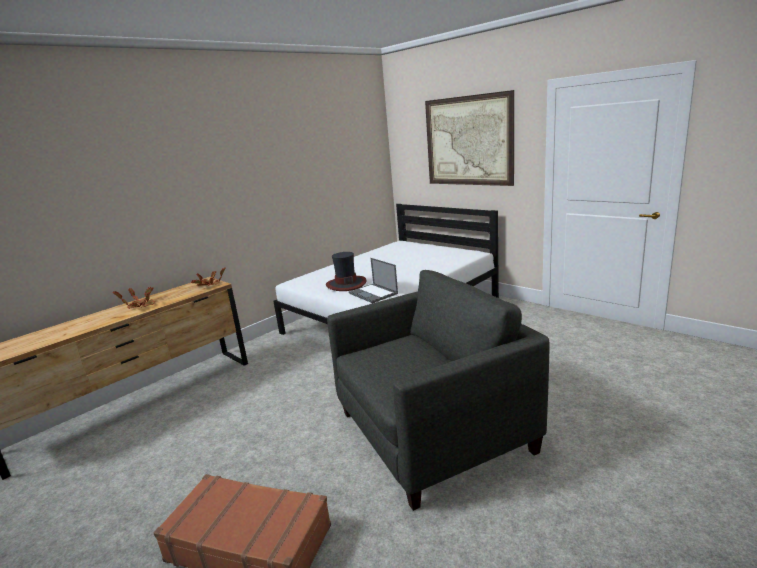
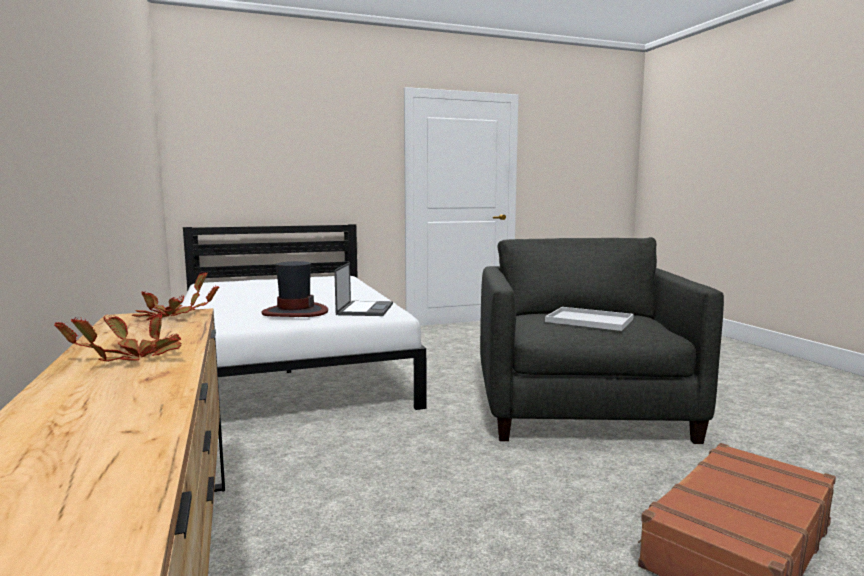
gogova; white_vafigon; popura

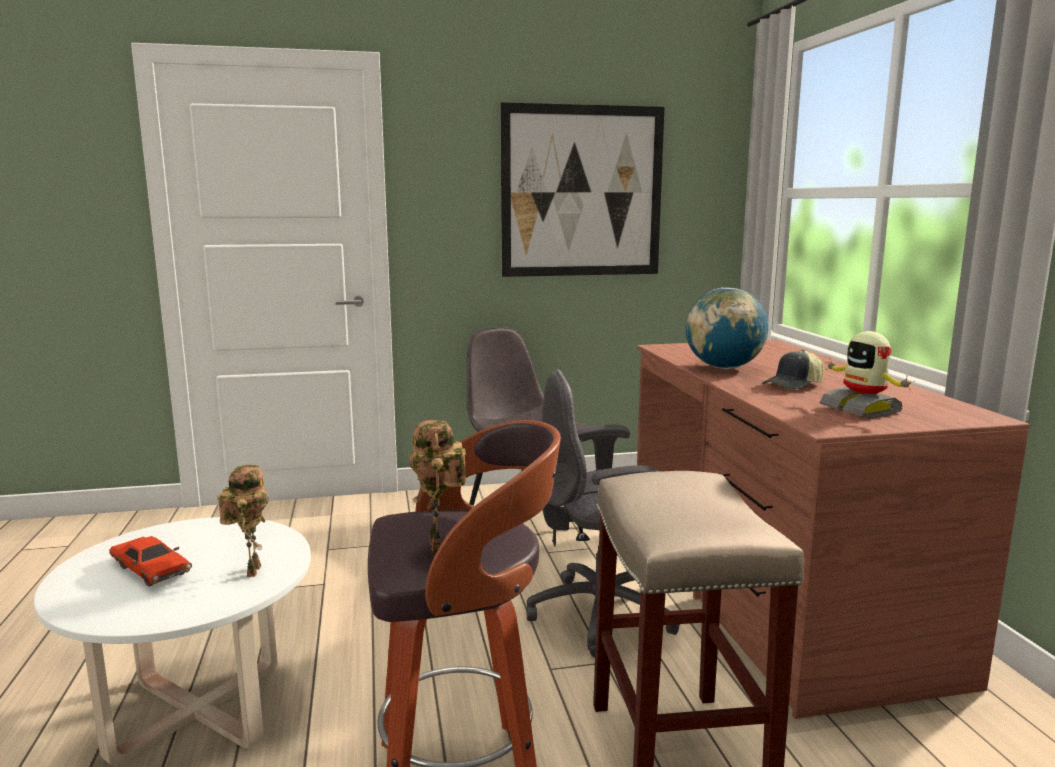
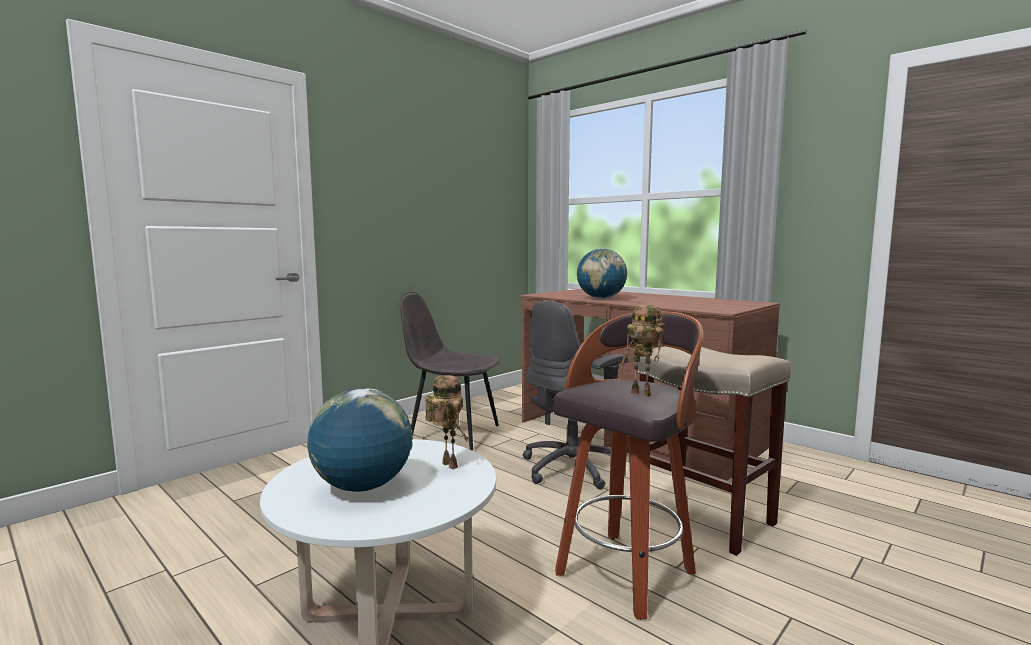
gogova; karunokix; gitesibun (no. 3 from left in the first image); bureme (no. 1 from left)

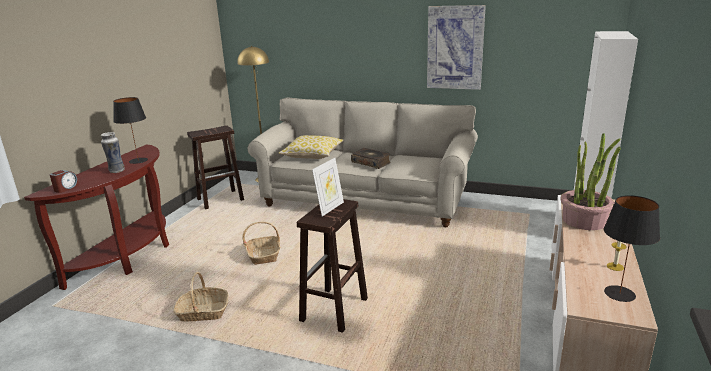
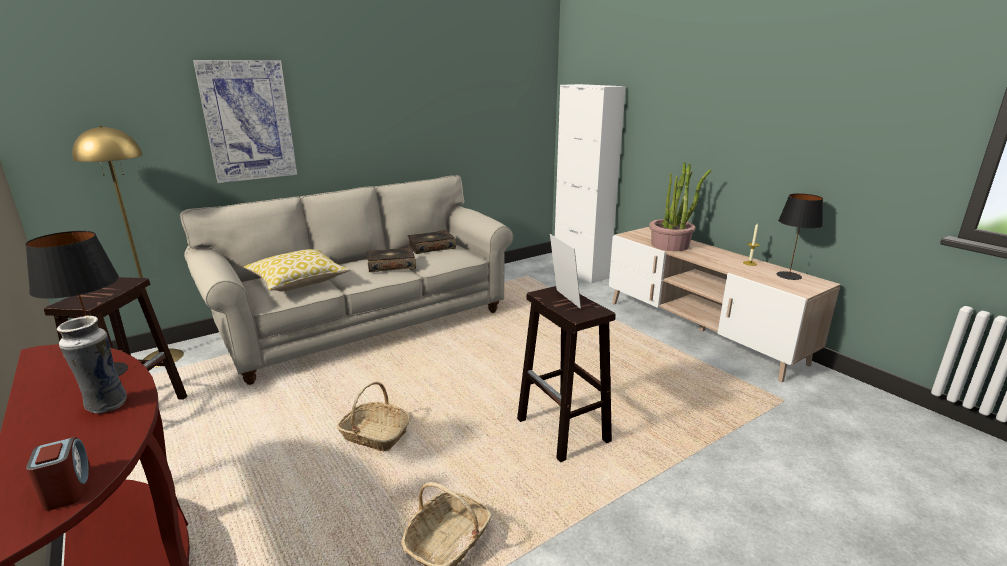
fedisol (no. 2 from left); gogova

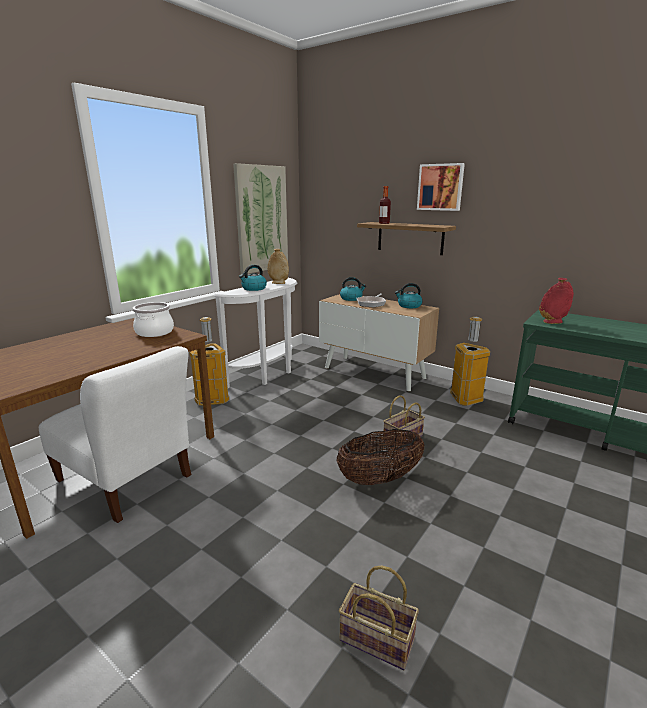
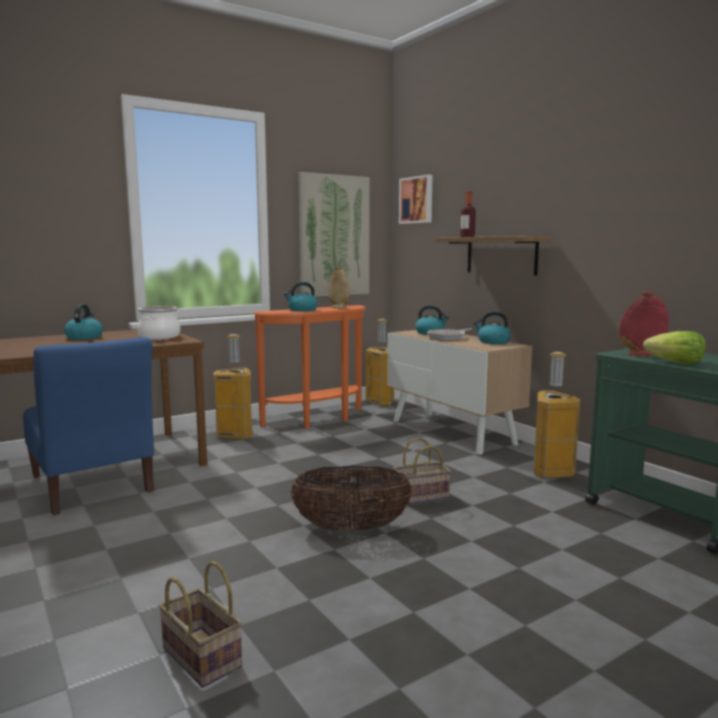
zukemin (no. 1 from left); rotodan (no. 2 from left); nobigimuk; gogova (no. 2 from left); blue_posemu; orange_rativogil

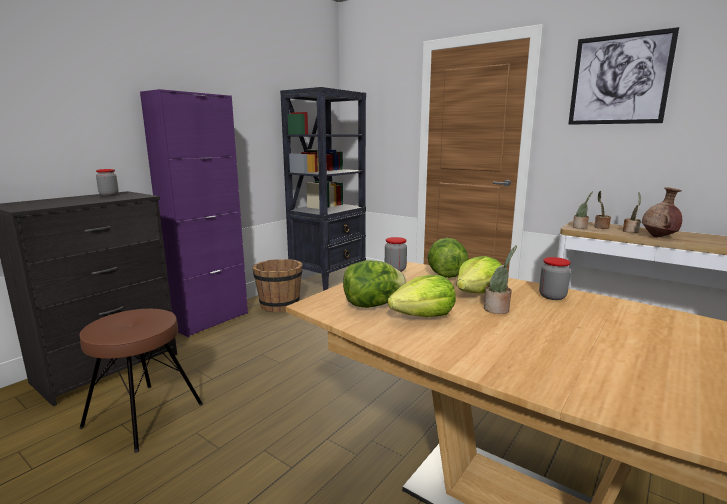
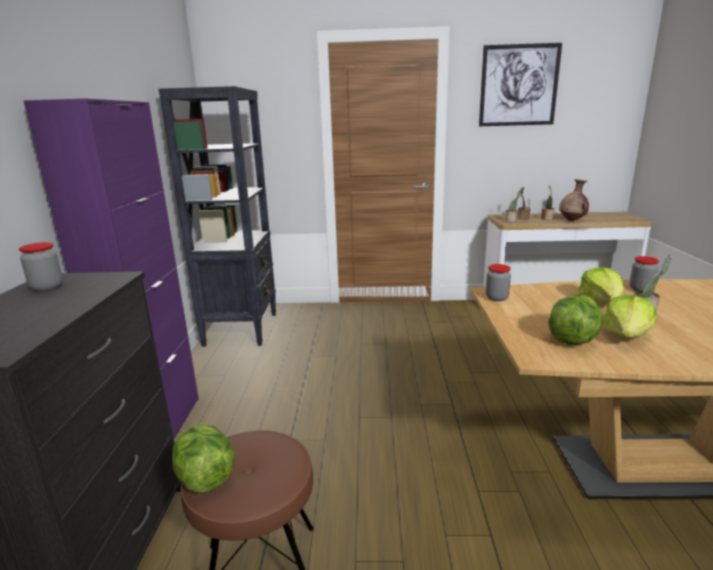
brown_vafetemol; nobigimuk (no. 1 from left)

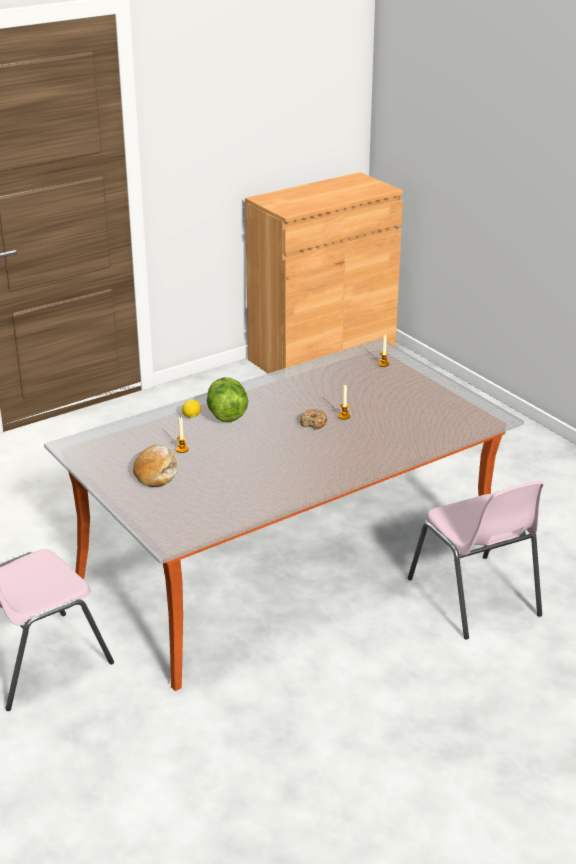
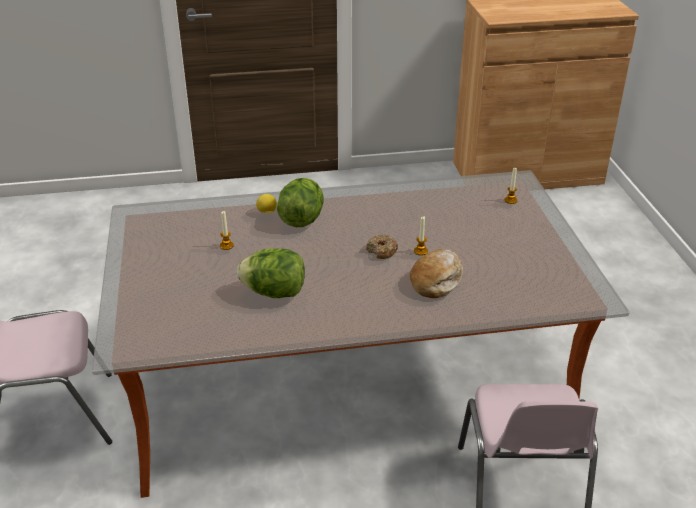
nobigimuk (no. 1 from left); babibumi

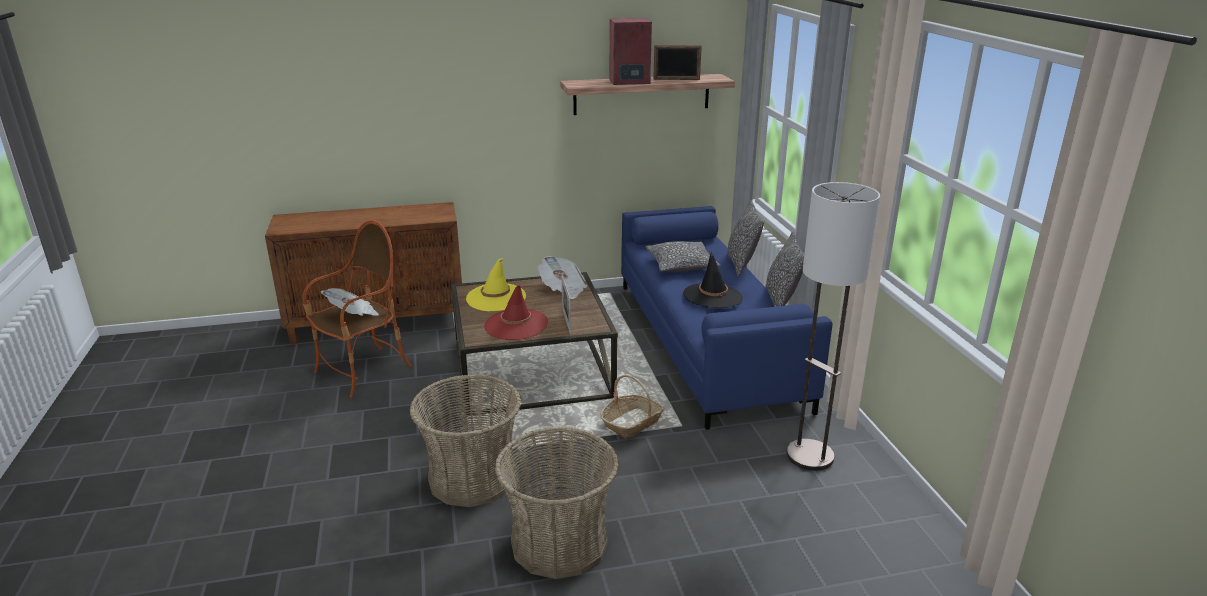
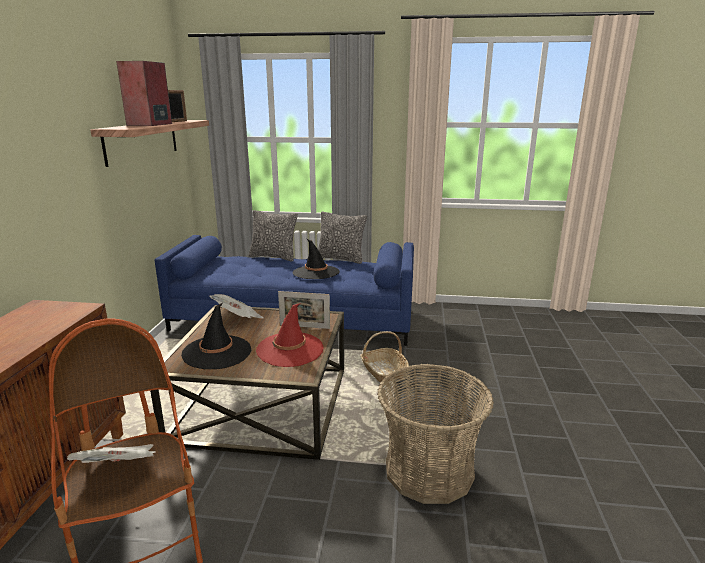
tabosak (no. 2 from left in the first image); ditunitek (no. 1 from left in the first image); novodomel; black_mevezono (no. 1 from left)

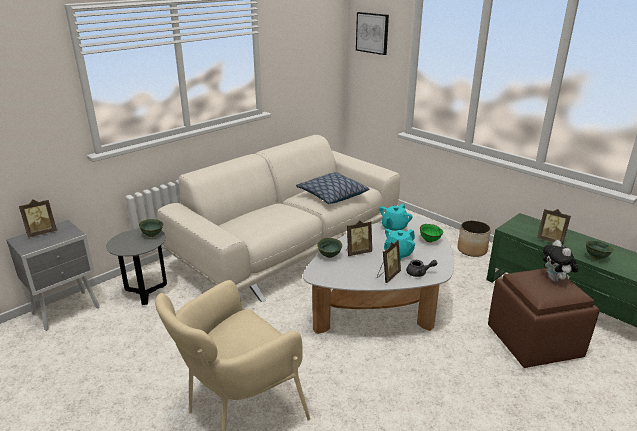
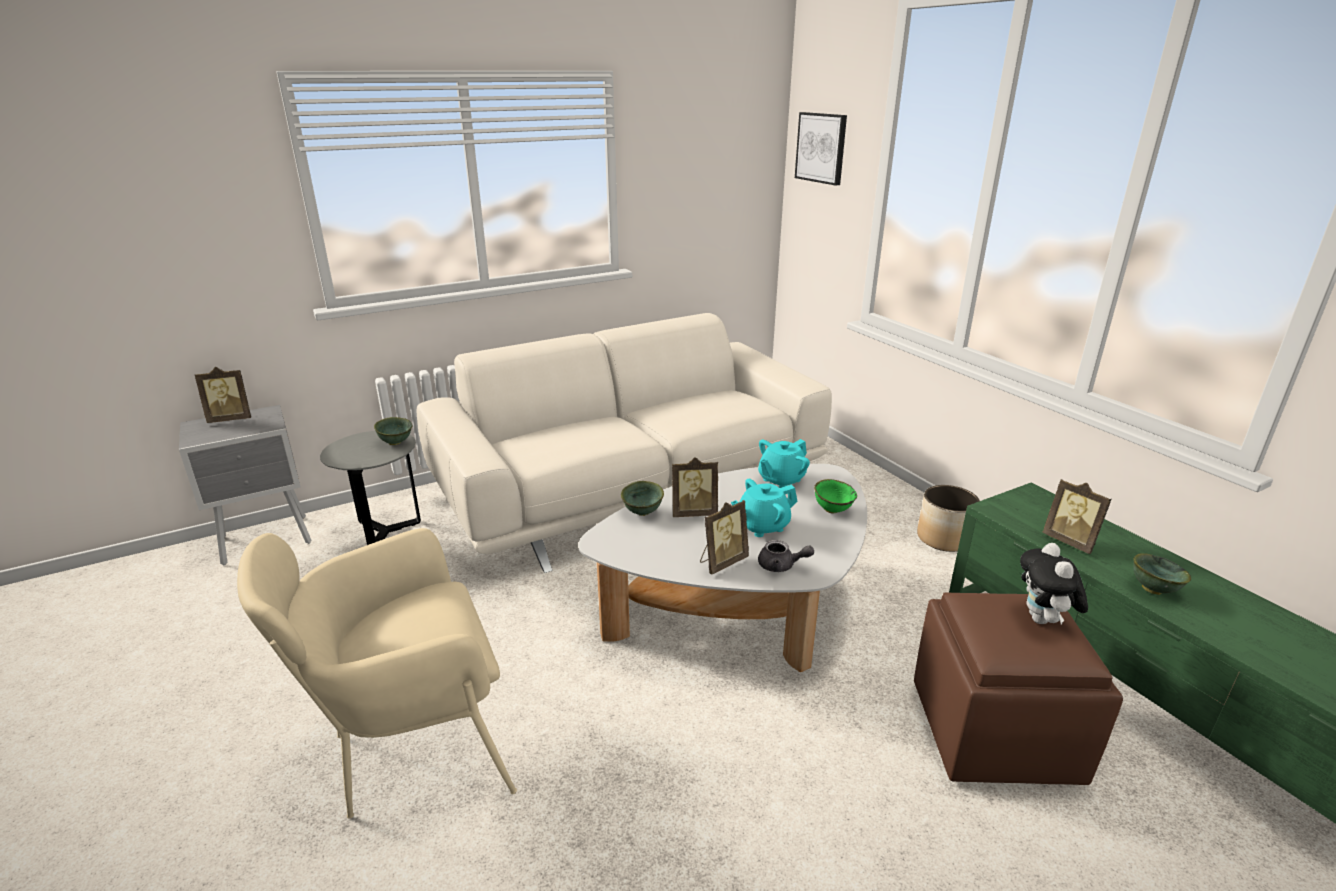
ditunitek

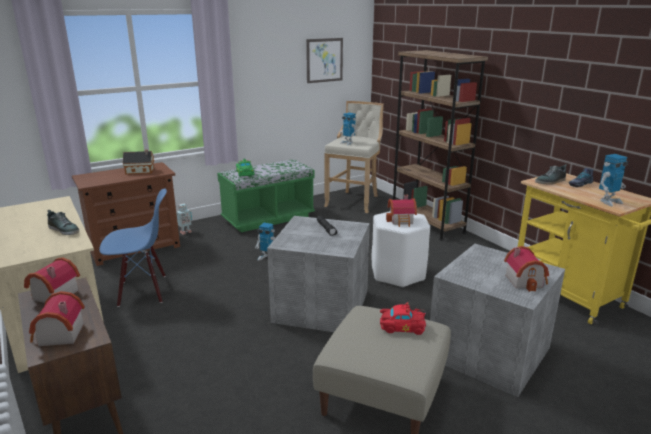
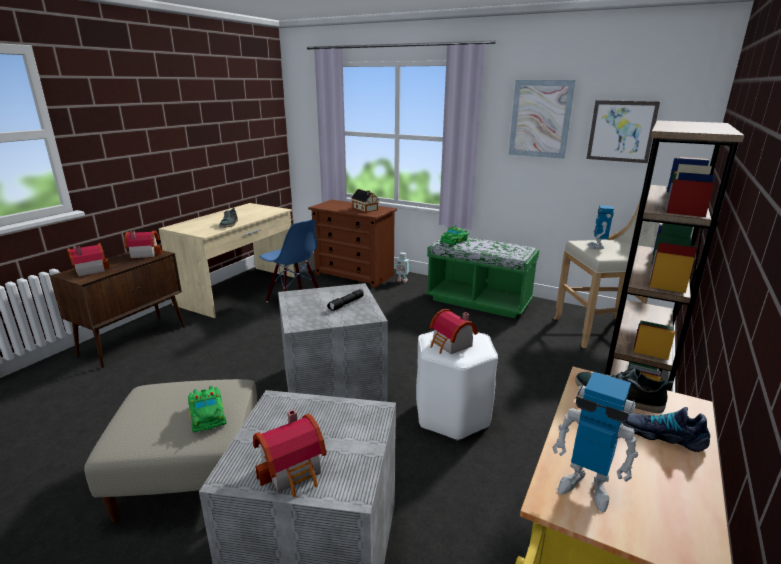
gitesibun (no. 2 from left in the first image); gogova (no. 1 from left); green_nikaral (no. 1 from left)

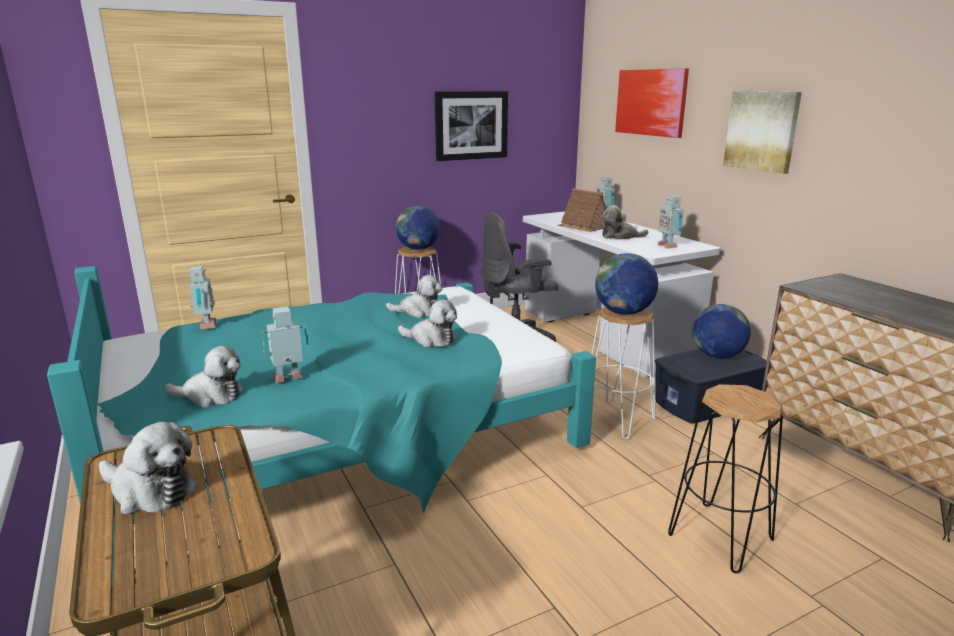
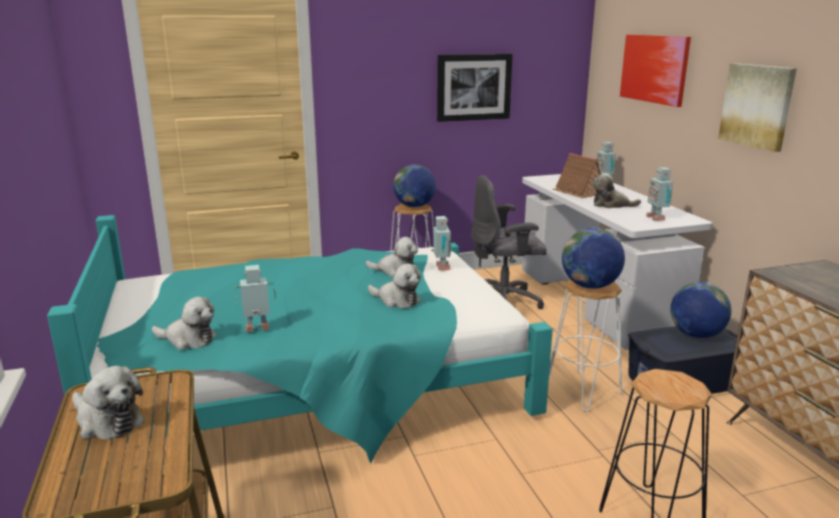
gitesibun (no. 2 from left)

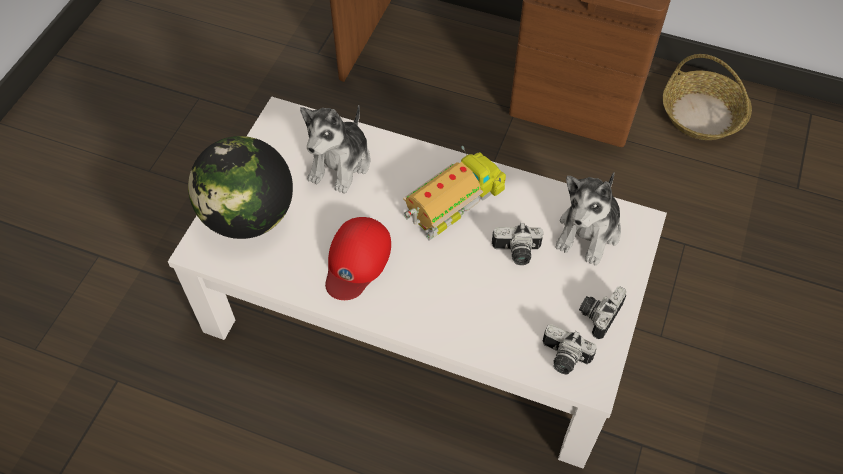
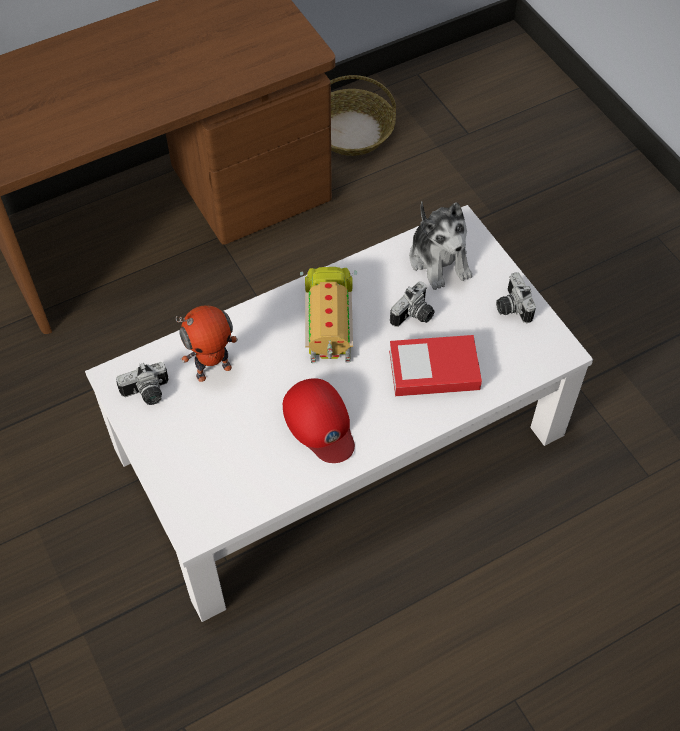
bureme; fedisol; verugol (no. 1 from left); gitesibun

